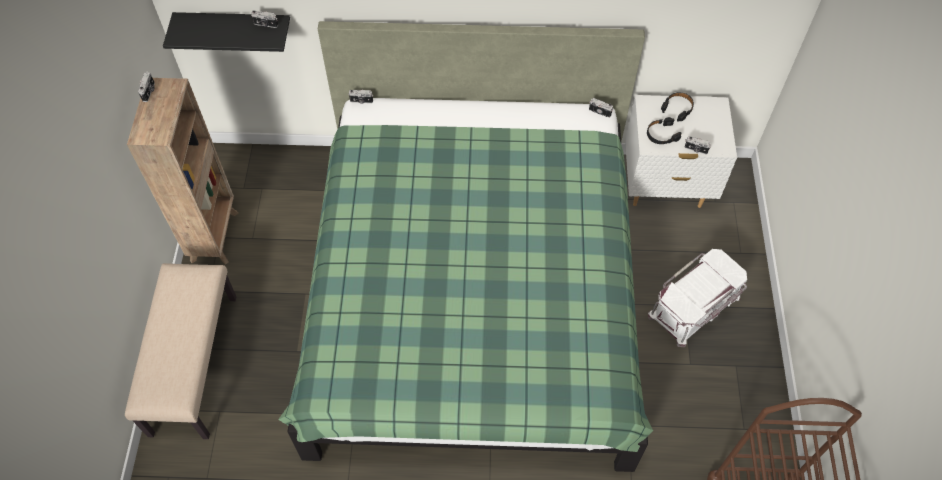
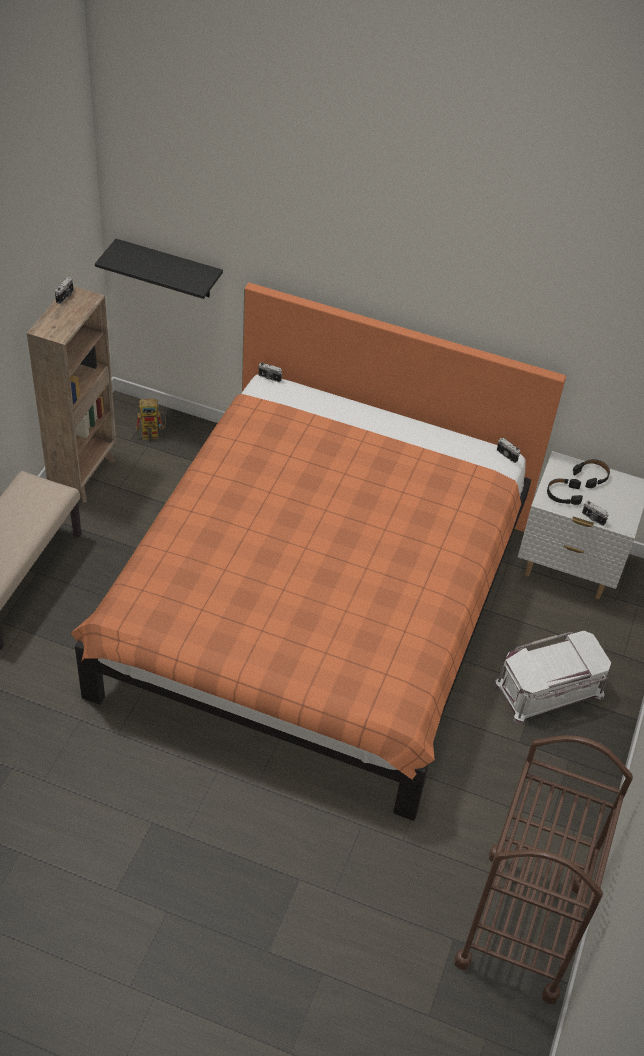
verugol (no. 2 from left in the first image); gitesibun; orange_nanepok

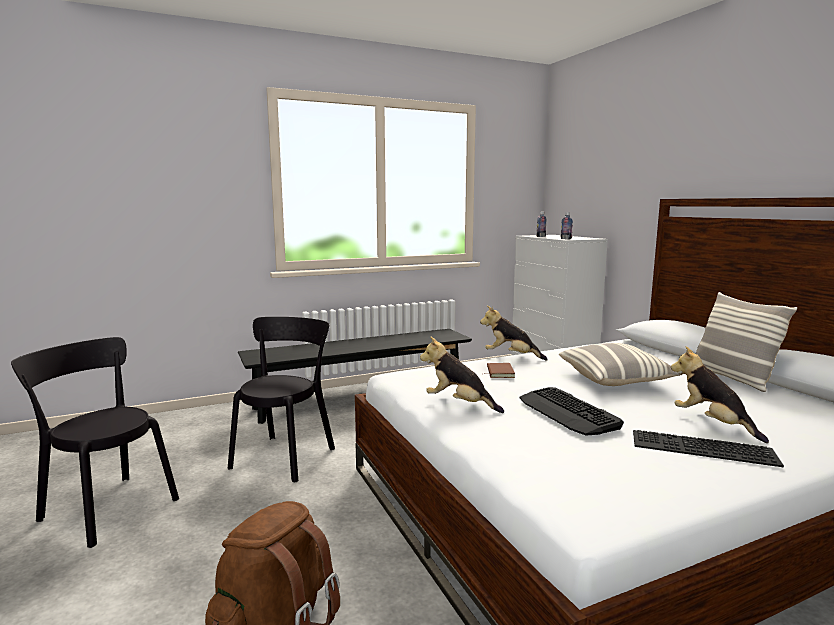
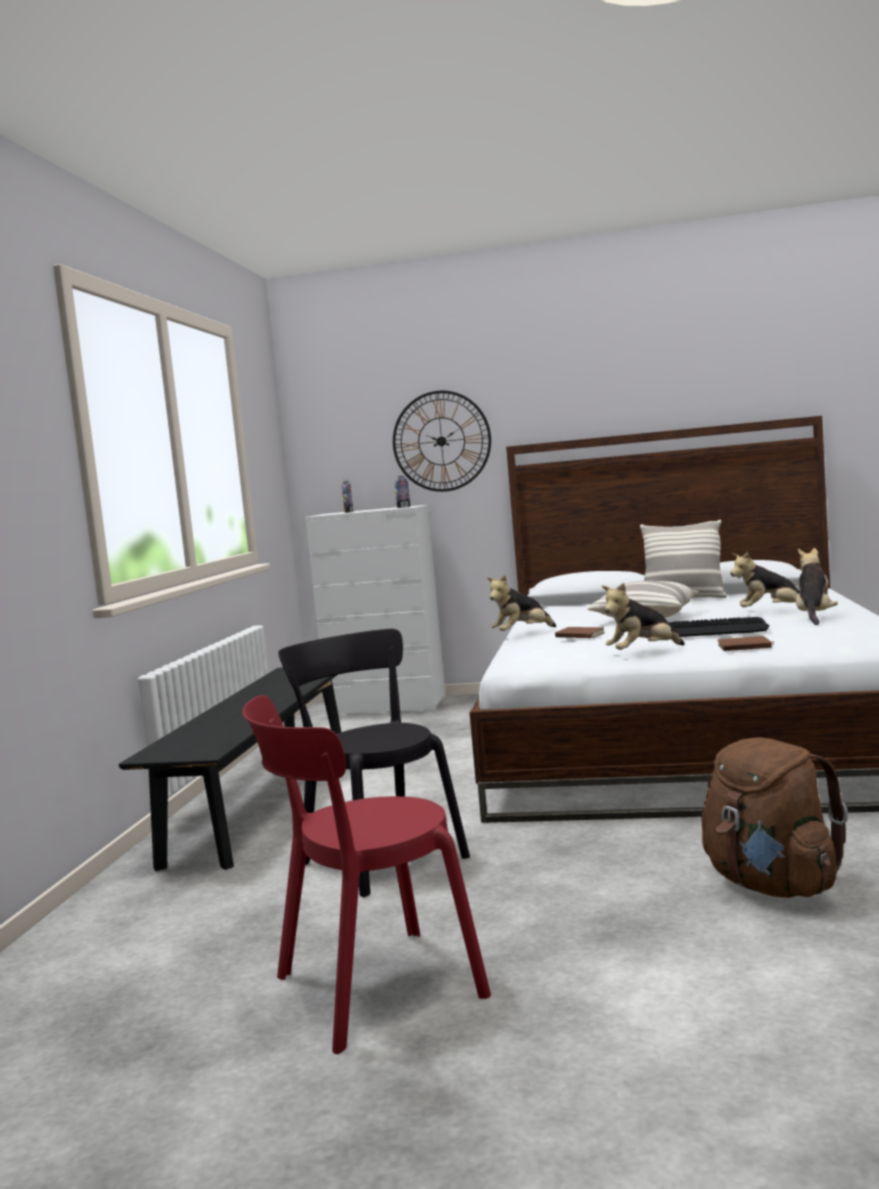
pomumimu; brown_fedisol (no. 2 from left); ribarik (no. 4 from left); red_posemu

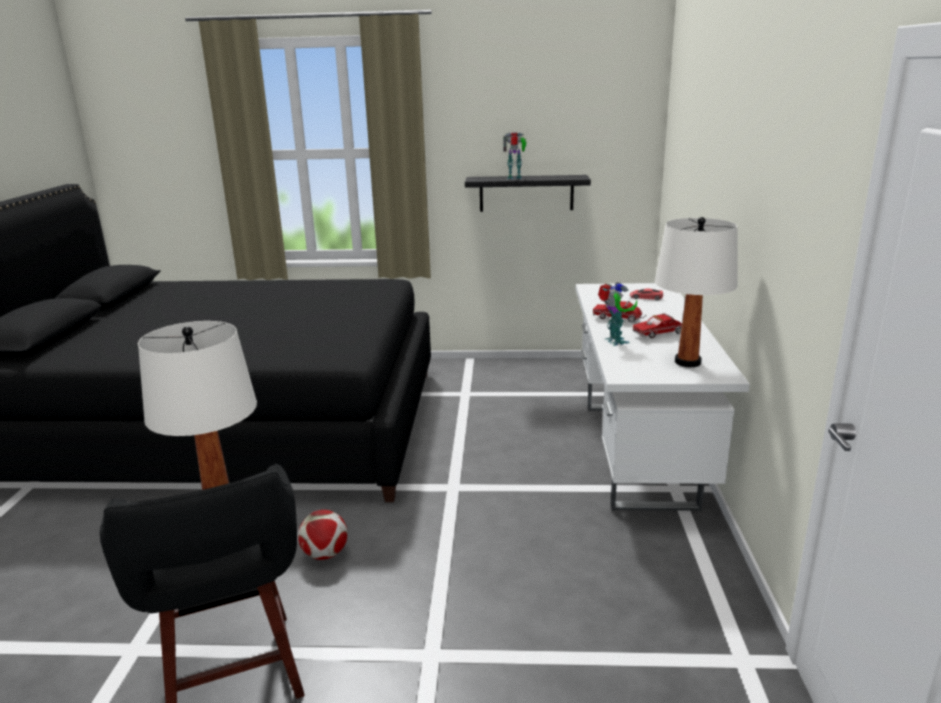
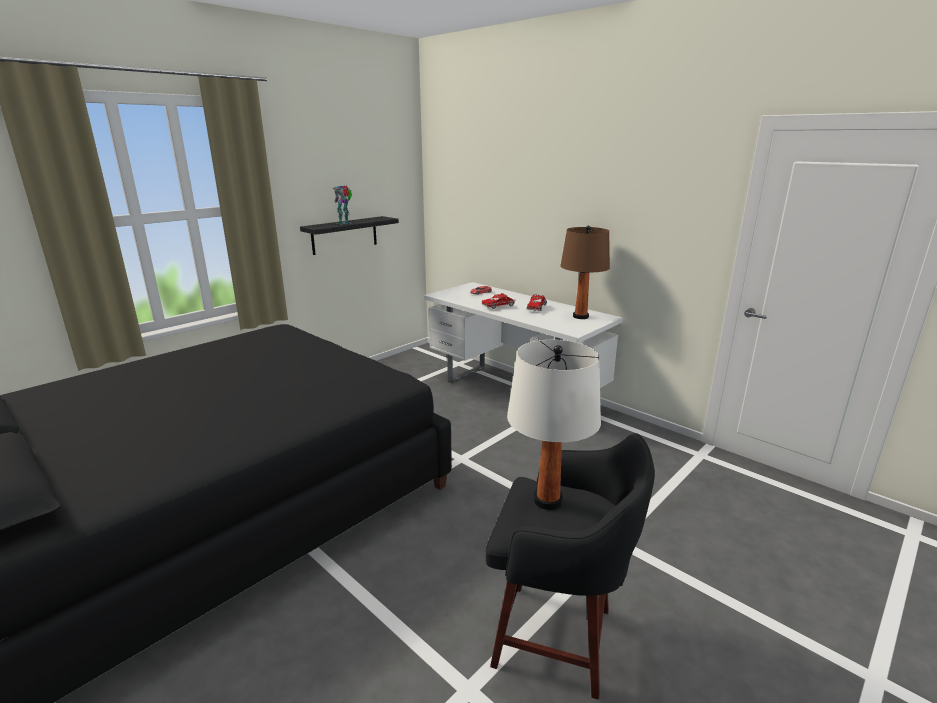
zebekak; gitesibun (no. 2 from left in the first image); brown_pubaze

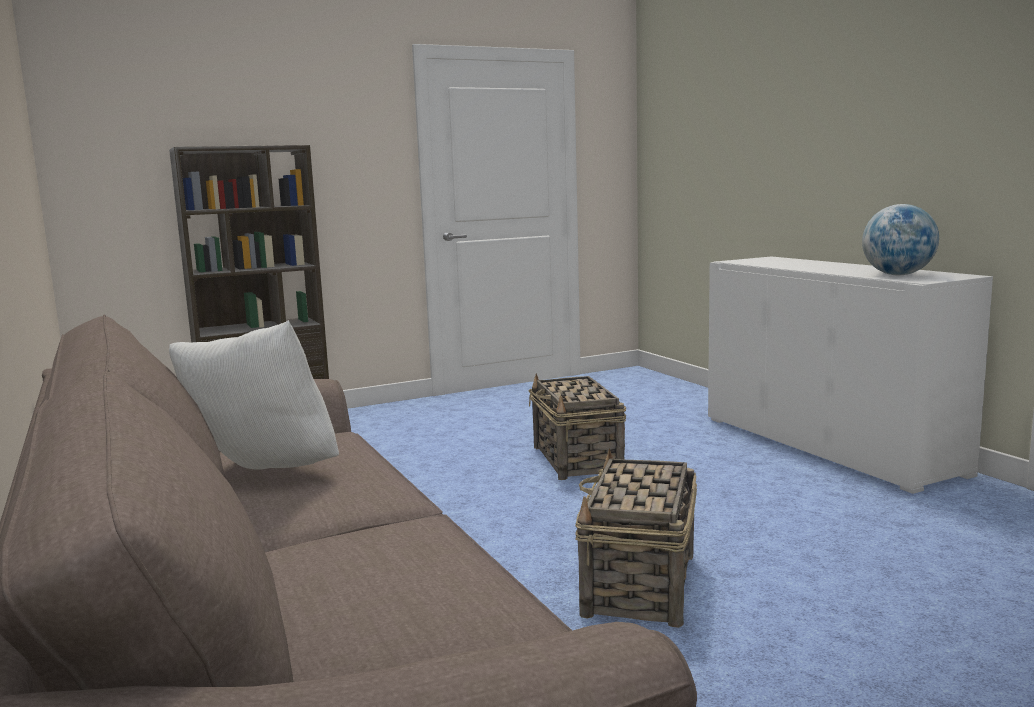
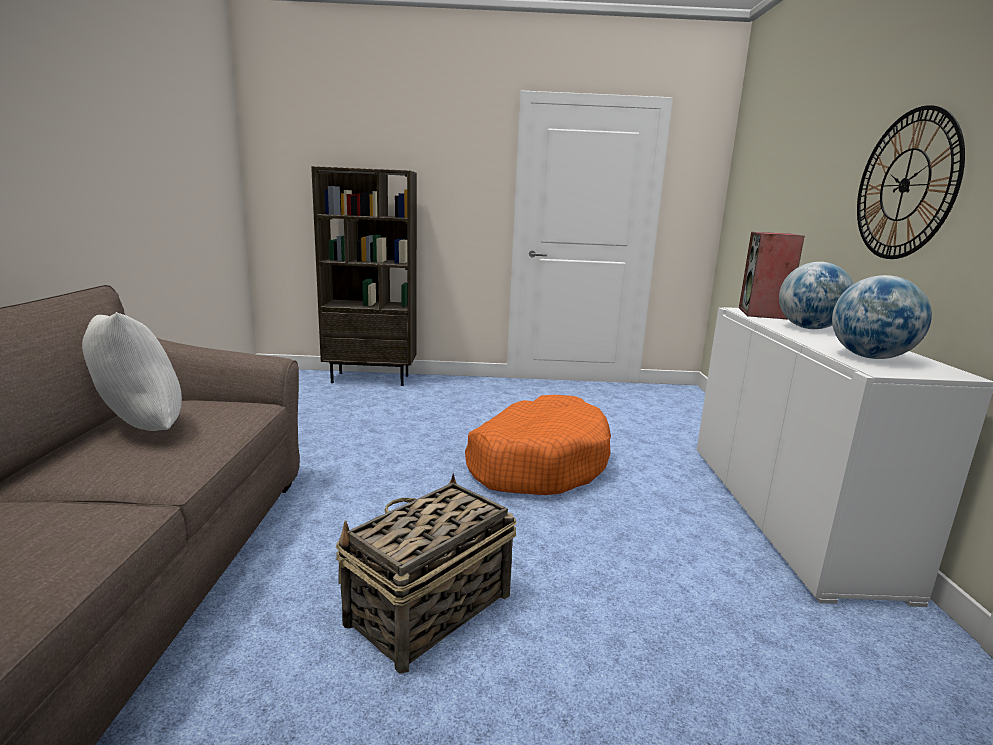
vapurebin; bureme (no. 1 from left); pomumimu; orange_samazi

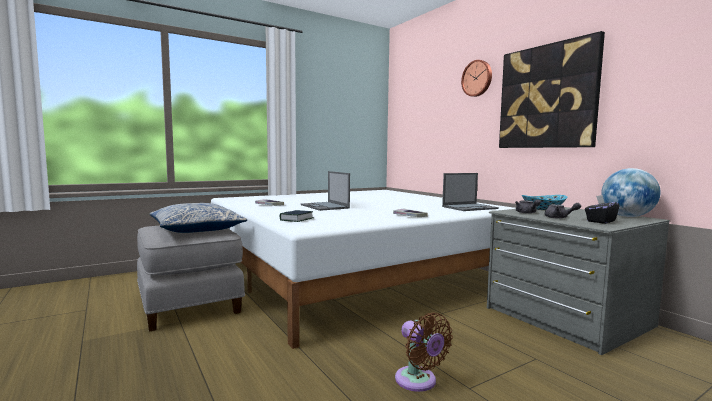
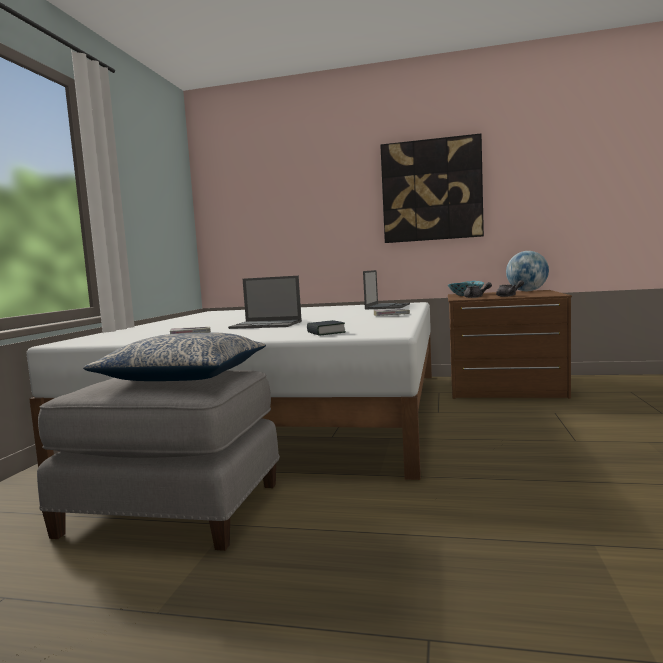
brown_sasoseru; pomumimu; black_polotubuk; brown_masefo

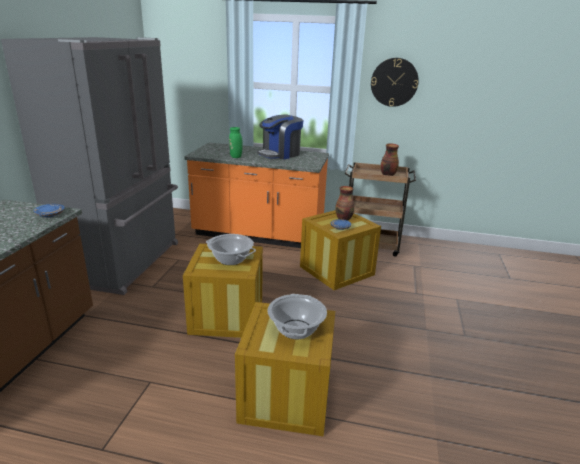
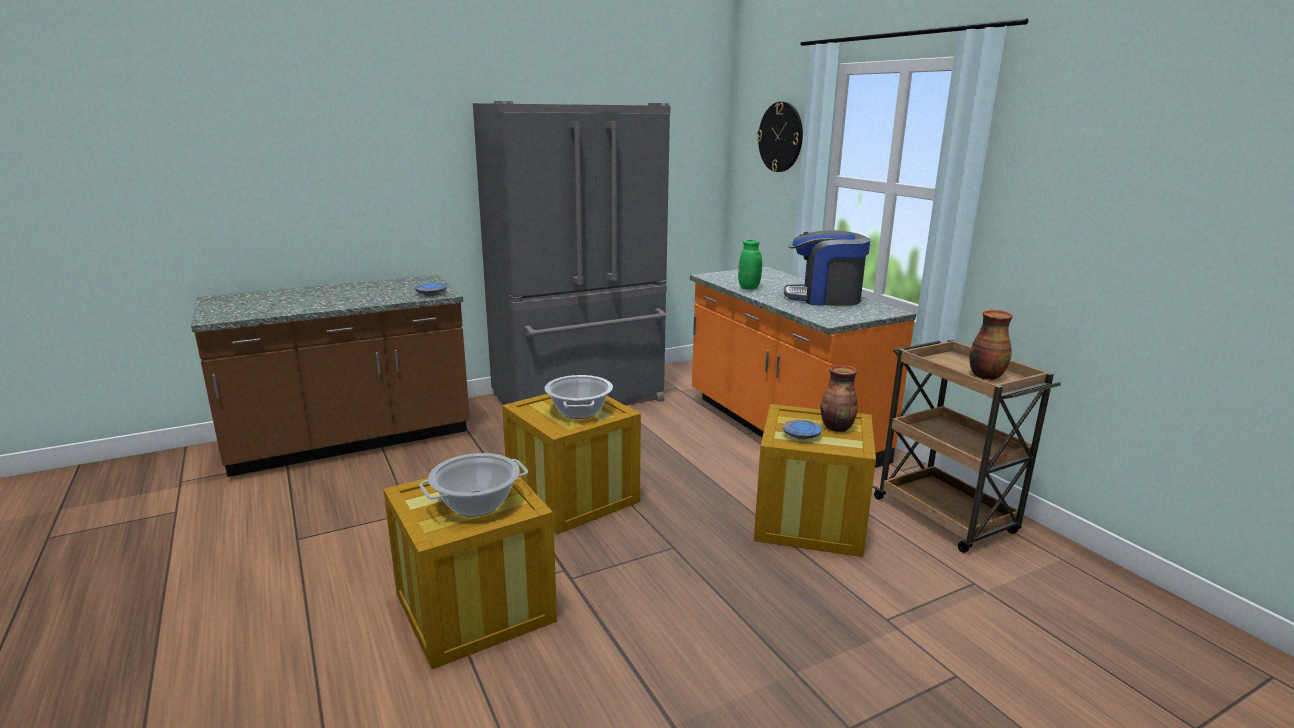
pomumimu

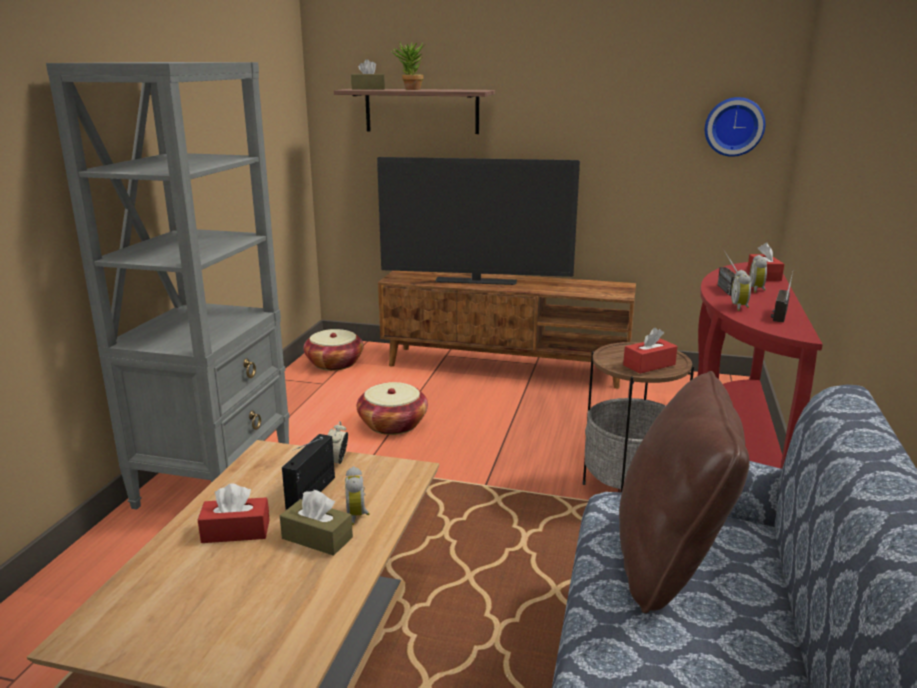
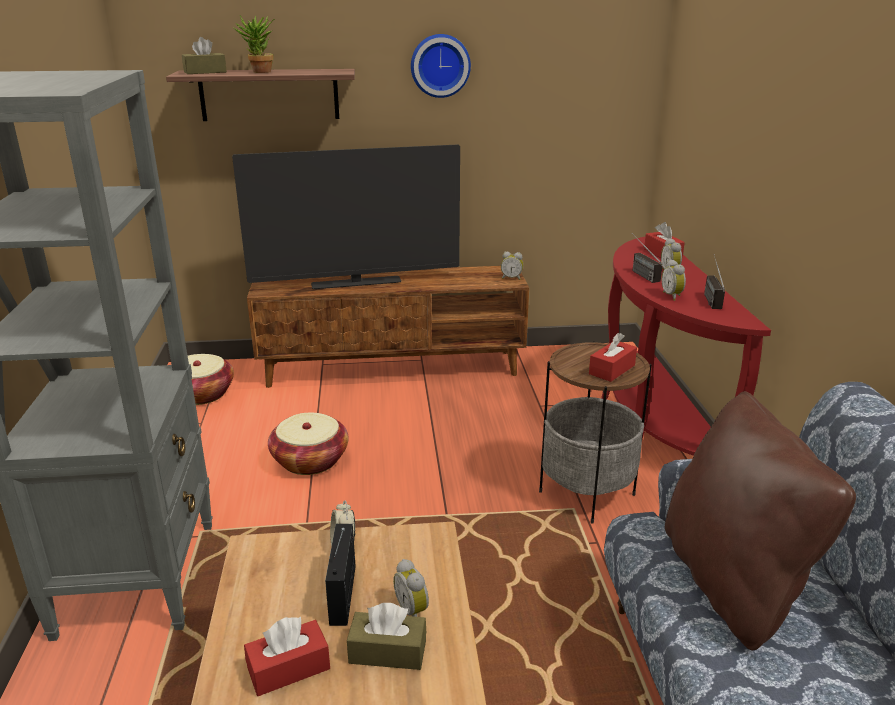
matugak (no. 3 from left); pomumimu

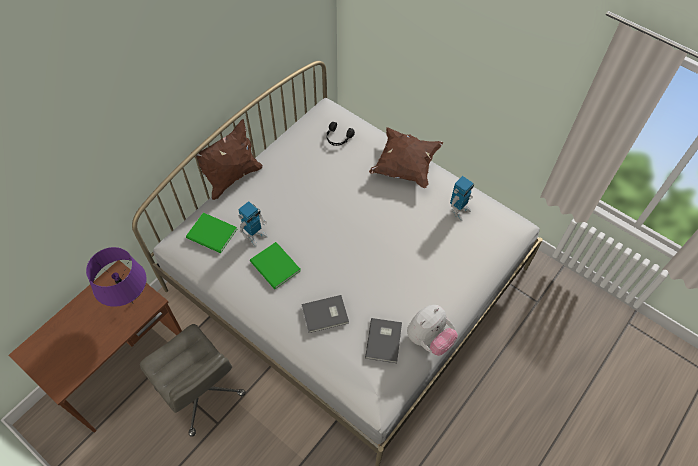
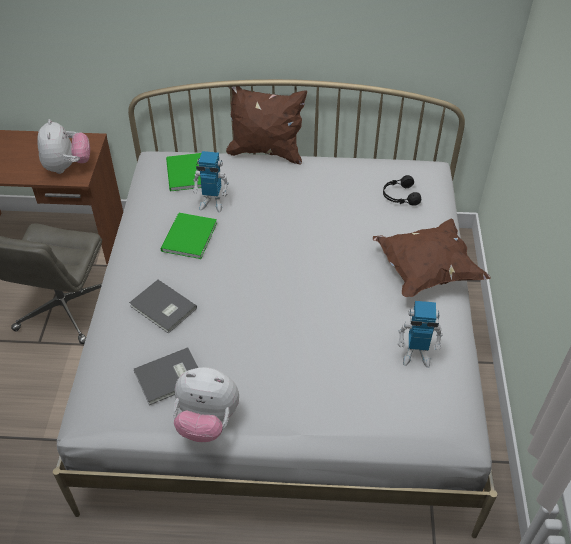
ribarik (no. 1 from left)

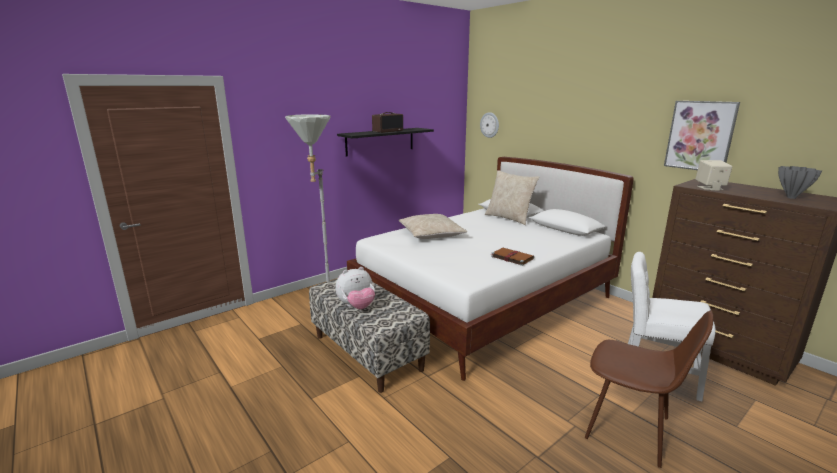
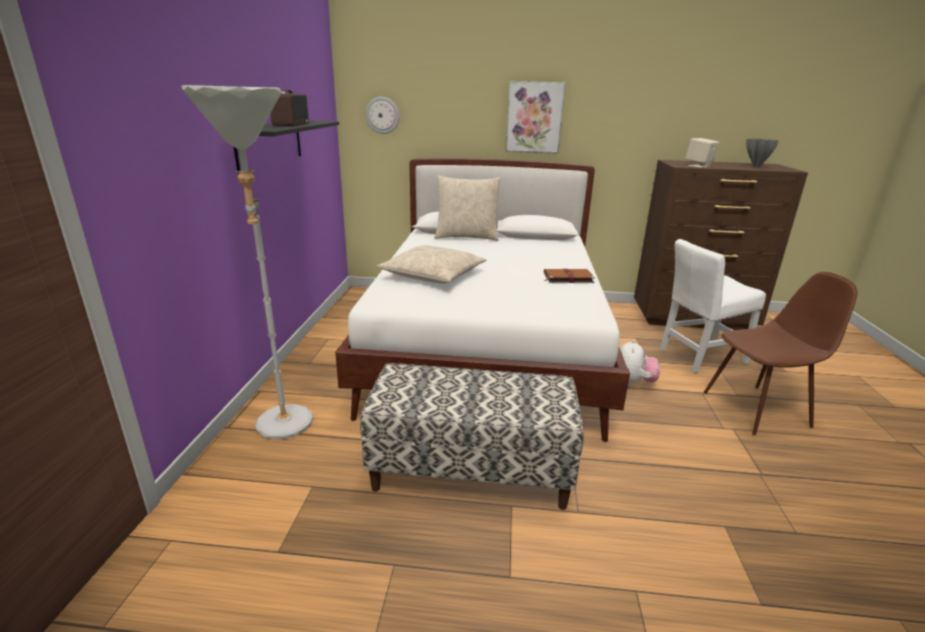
ribarik; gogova

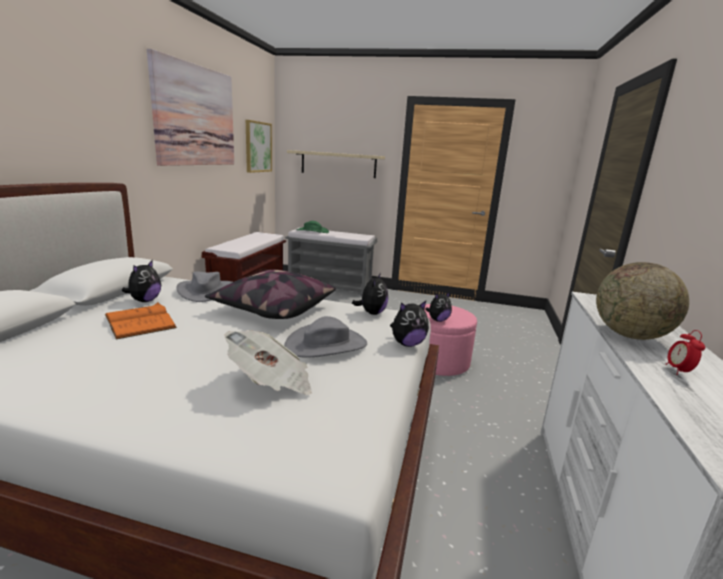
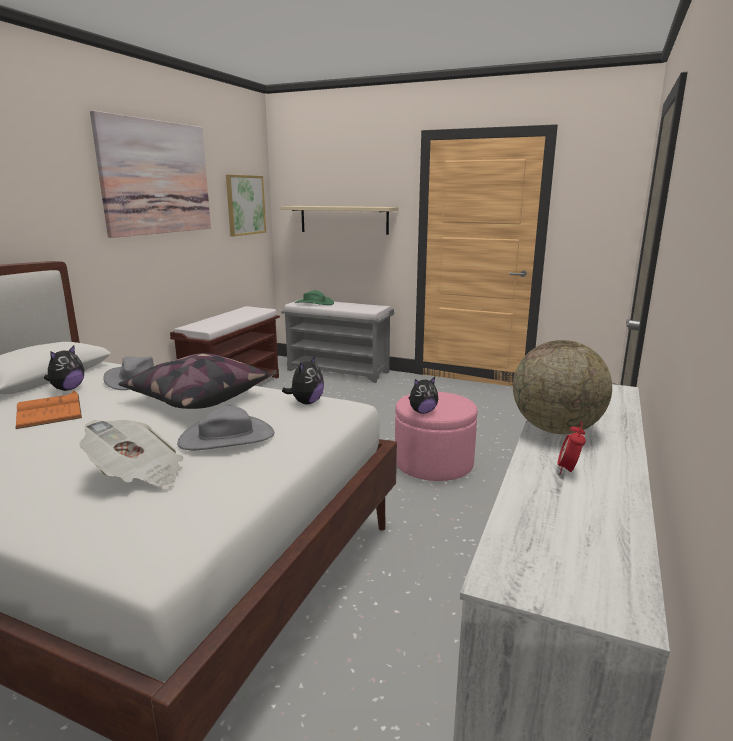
ribarik (no. 3 from left in the first image)

